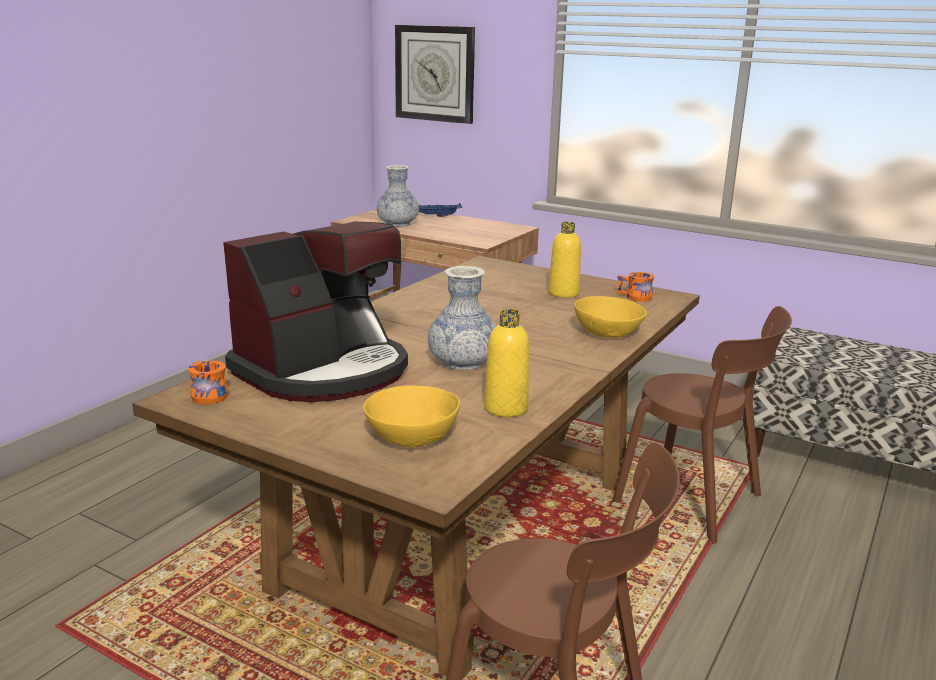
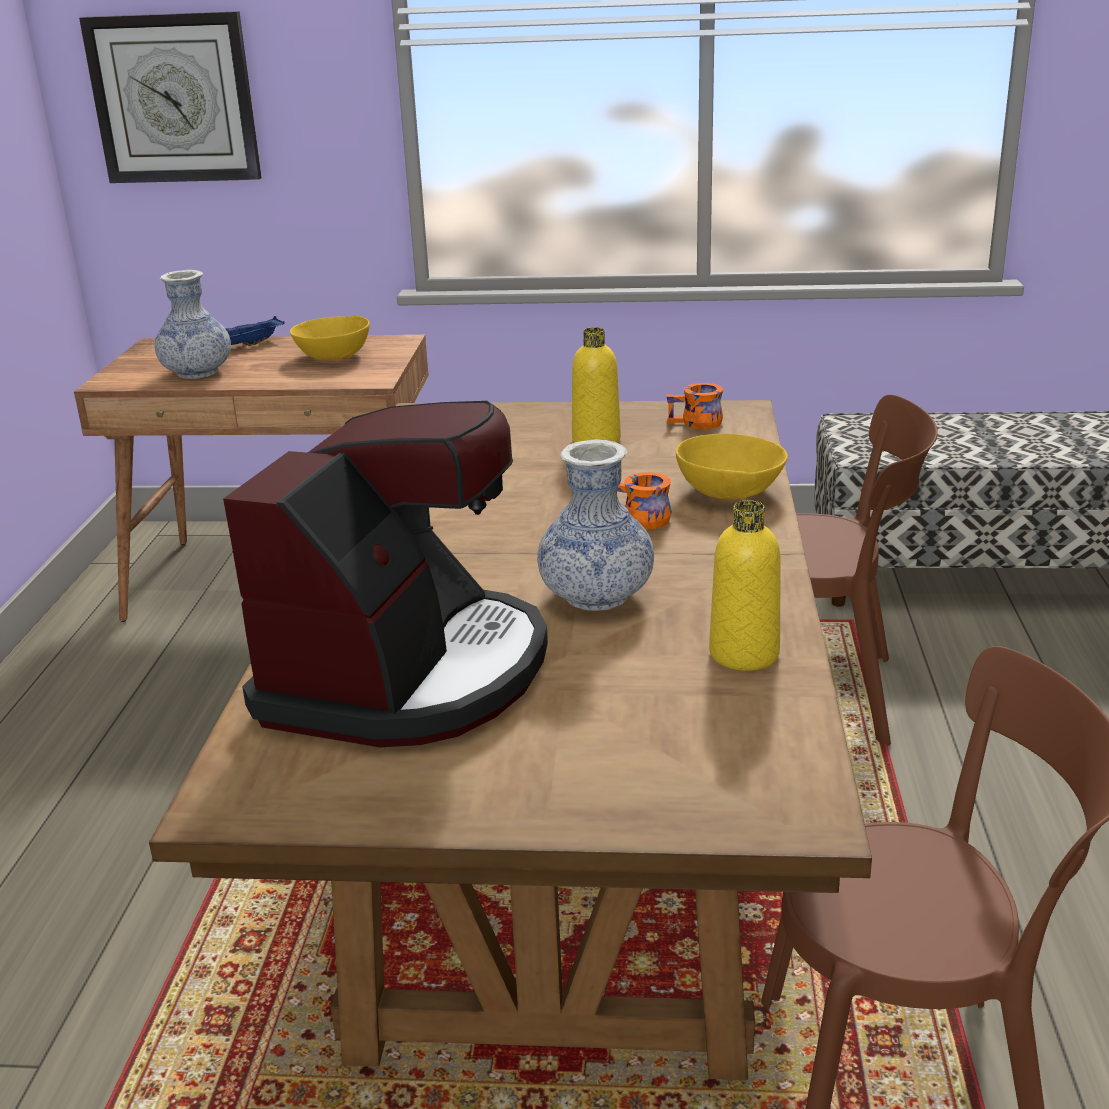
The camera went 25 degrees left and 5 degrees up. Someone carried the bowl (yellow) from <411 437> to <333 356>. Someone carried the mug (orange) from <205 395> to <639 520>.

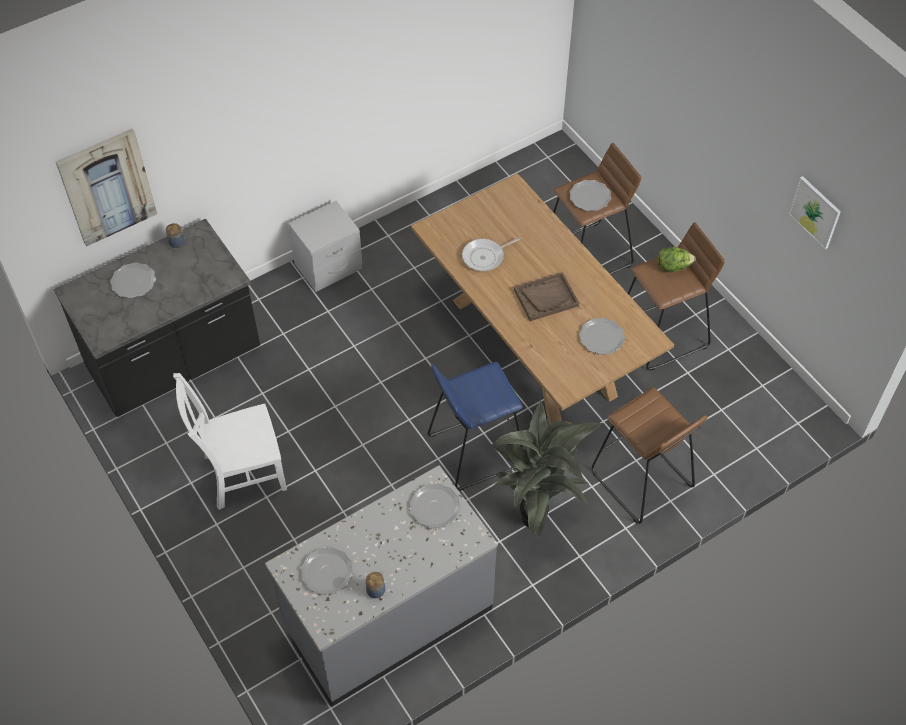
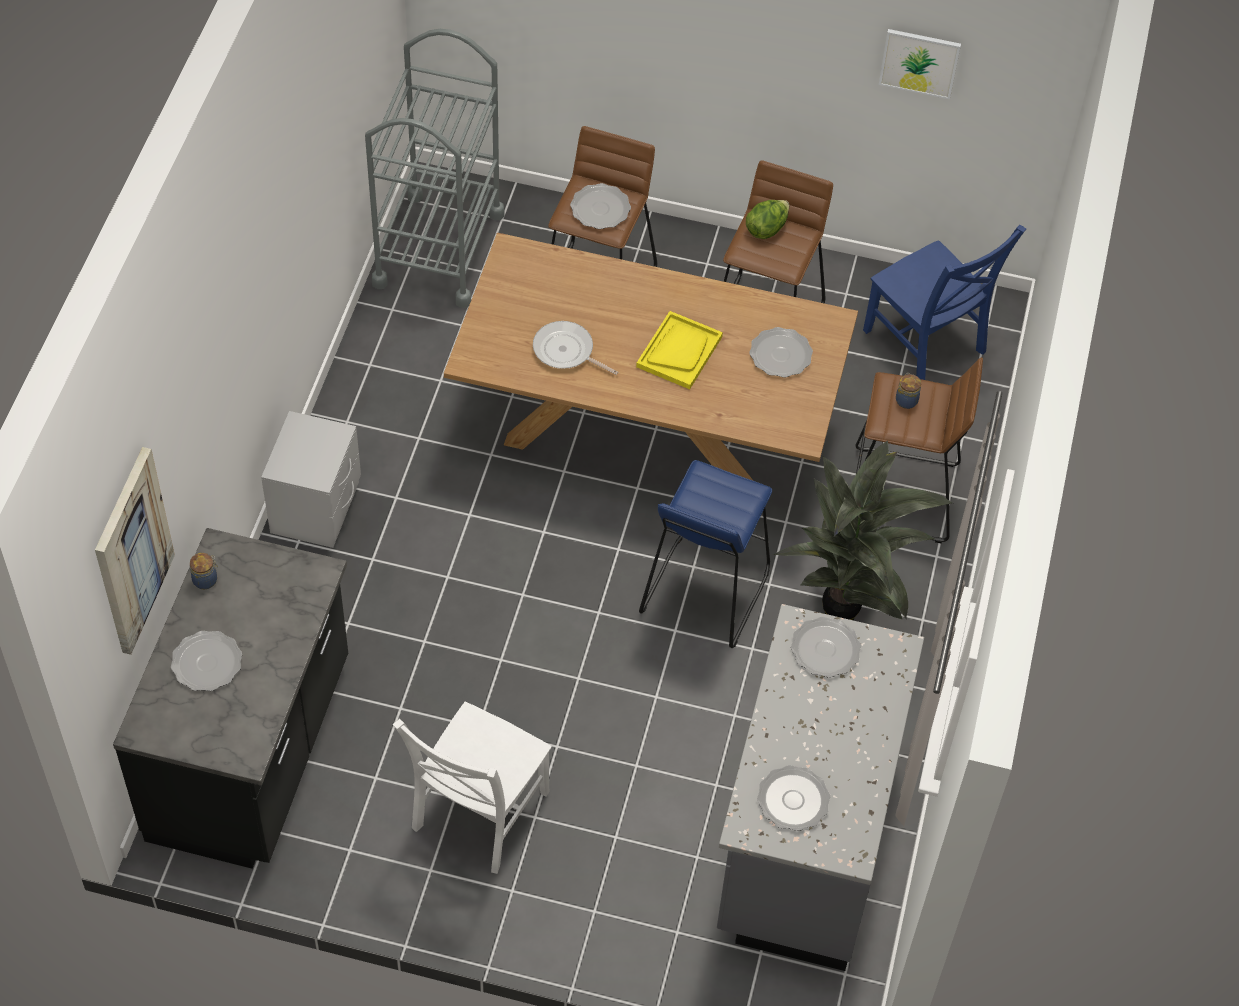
The camera went 45 degrees left and 0 degrees up. Someone put down the cart (grey) at <438 249>. Someone rotated the frying pan at <485 257> by 105 degrees clockwise. Someone repainted the tray (brown) at <546 297>, which became the tray (yellow) at <679 351>. Someone put down the chair (blue) at <926 345>. Someone carried the jar from <376 590> to <906 400>.

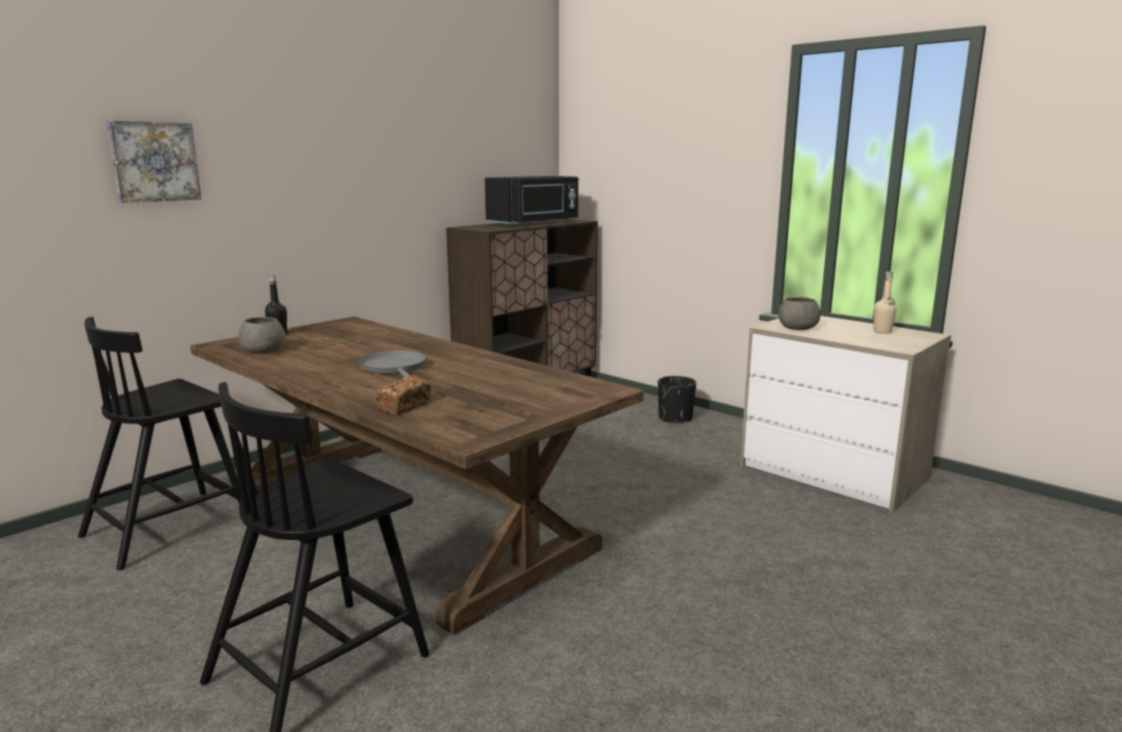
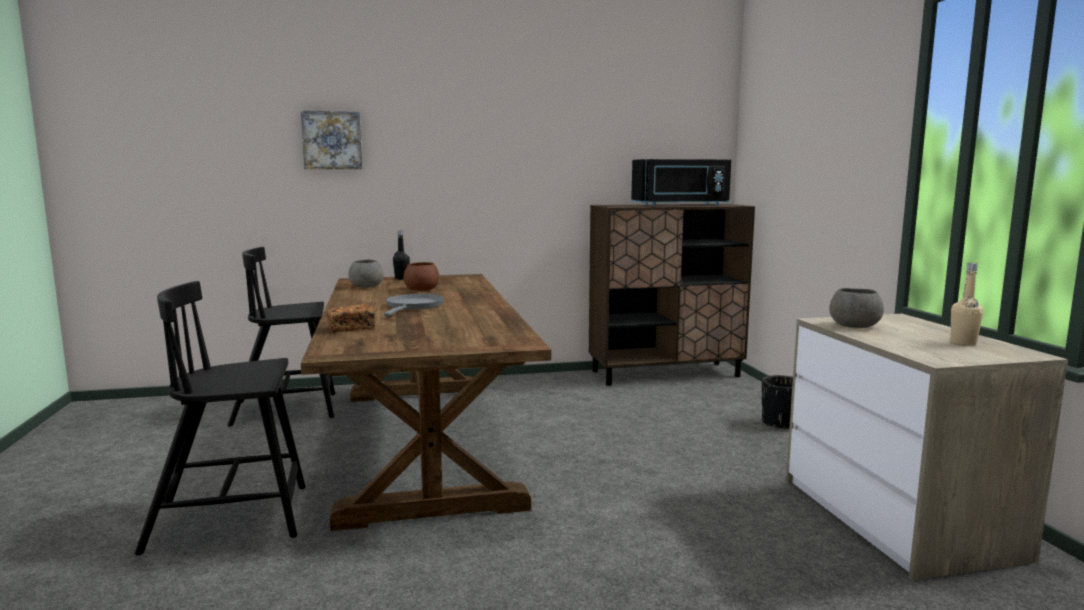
The camera went 35 degrees right and 5 degrees down. Someone put down the bowl (brown) at <422 289>.

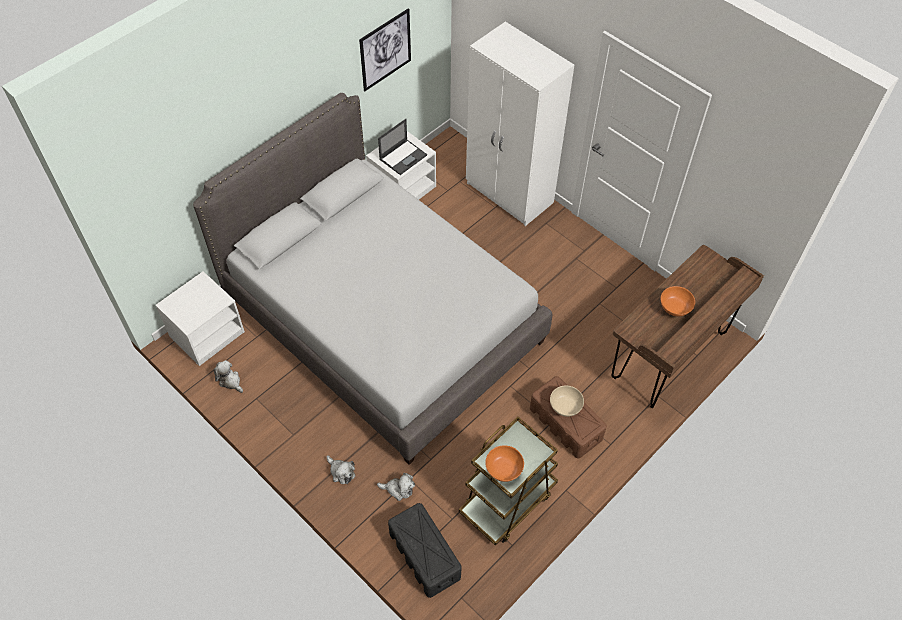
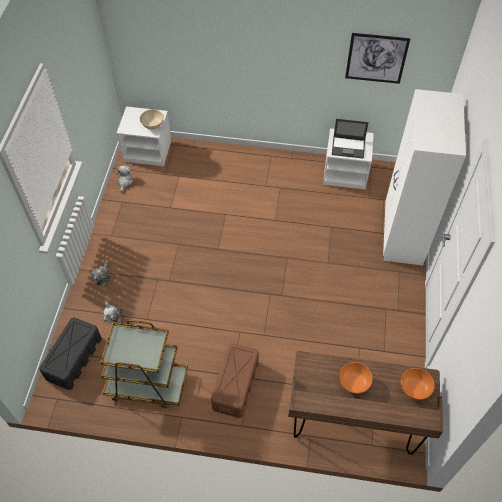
The camera went 55 degrees right and 0 degrees up. Someone carried the bowl (beige) from <565 407> to <152 125>. Someone carried the bowl (orange) from <504 470> to <414 389>. Someone took away the bed (grey) at <383 319>.

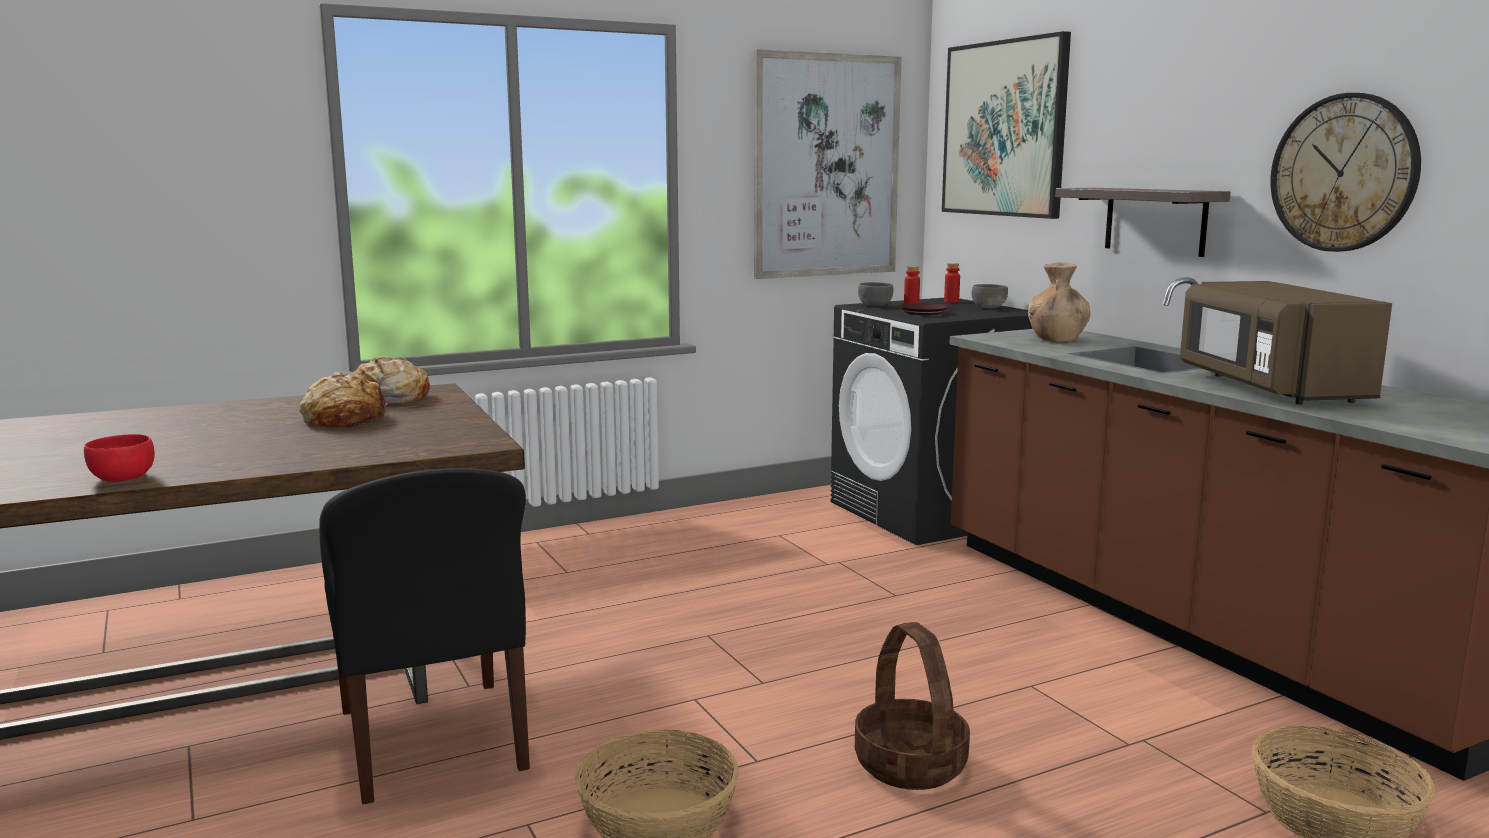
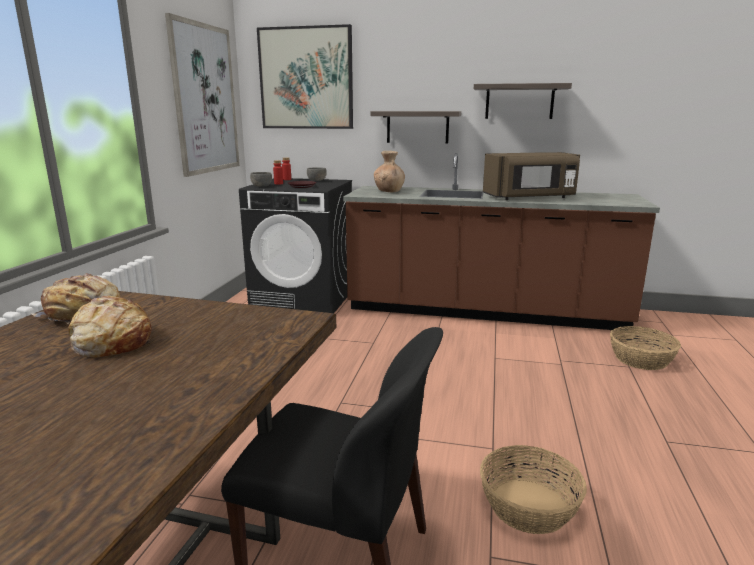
The camera went 50 degrees left and 5 degrees up. Someone swapped the wall clock at <1344 173> for the shelf at <519 101>. Someone rotated the microwave (brown) at <1269 387> by 45 degrees counterclockwise. Someone took away the bowl (red) at <123 478>. Someone took away the basket at <911 765>.

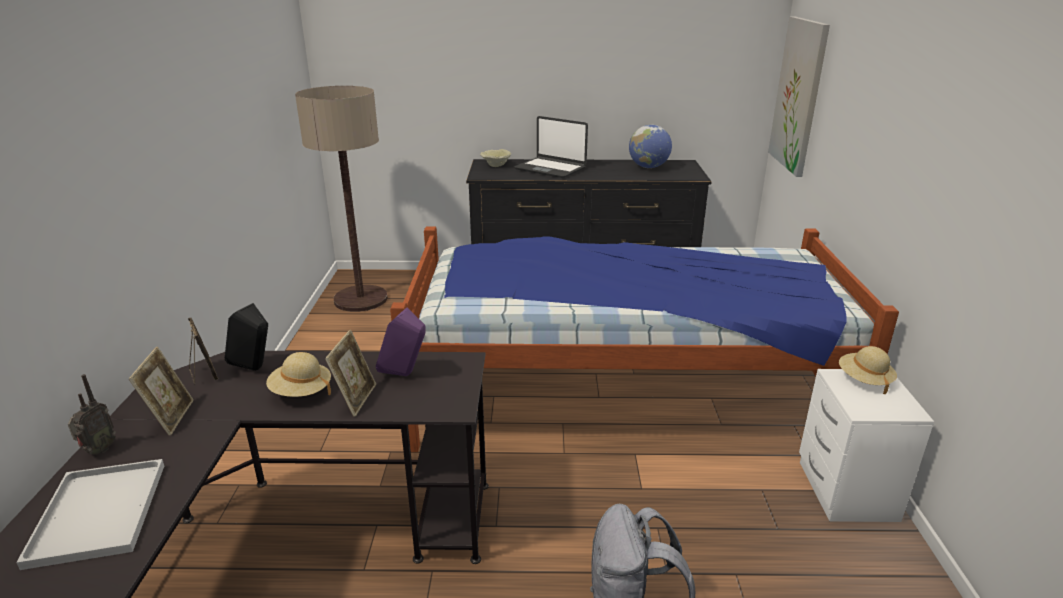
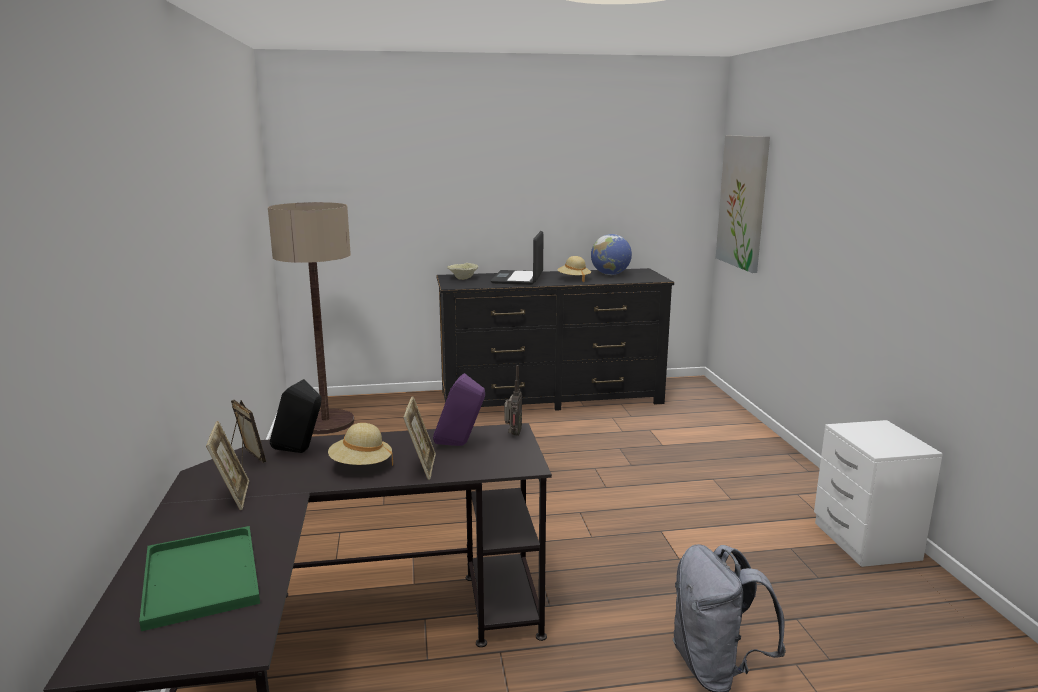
The camera went 10 degrees left and 10 degrees down. Someone repainted the tray (white) at <98 511>, which became the tray (green) at <199 576>. Someone rotated the laptop at <550 168> by 75 degrees clockwise. Someone carried the radio from <98 450> to <513 434>. Someone carried the hat (beige) from <864 380> to <573 279>. Someone took away the bed at <620 393>.

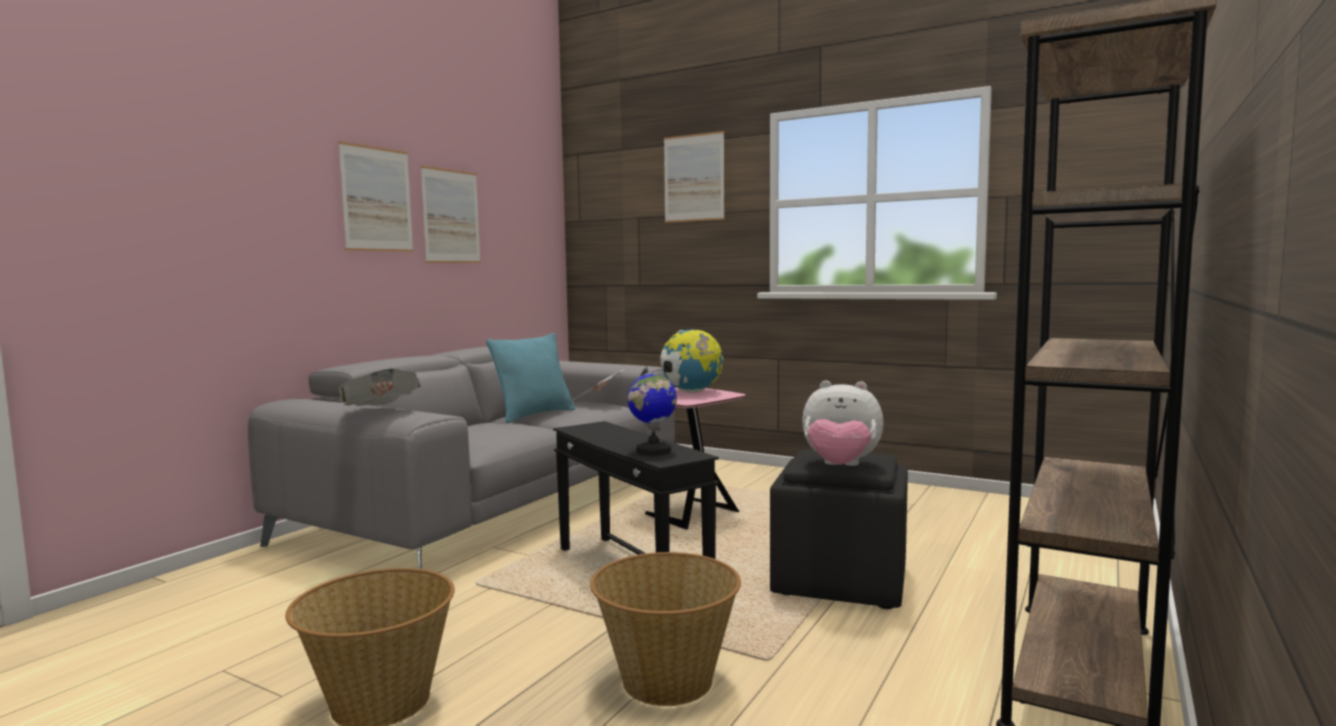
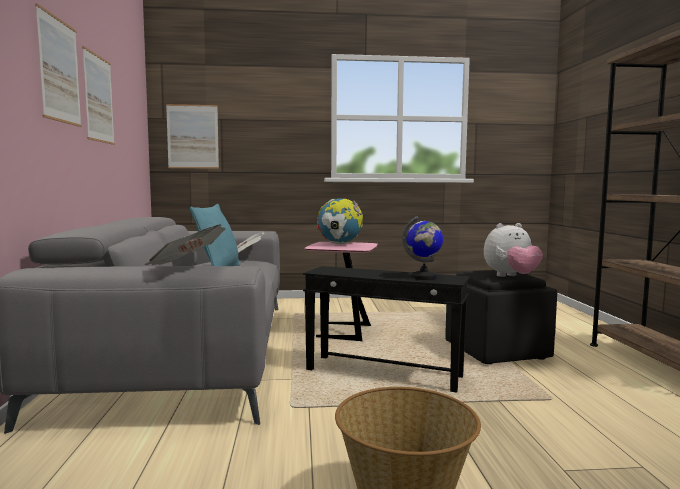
The camera went 35 degrees left and 0 degrees up. Someone carried the picture from <694 178> to <193 136>. Someone took away the basket at <667 680>.

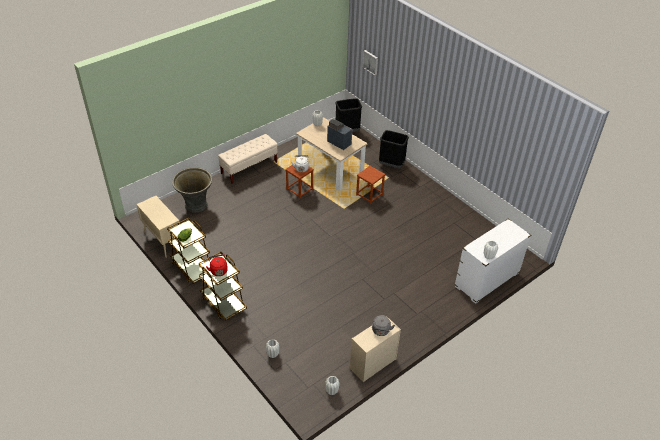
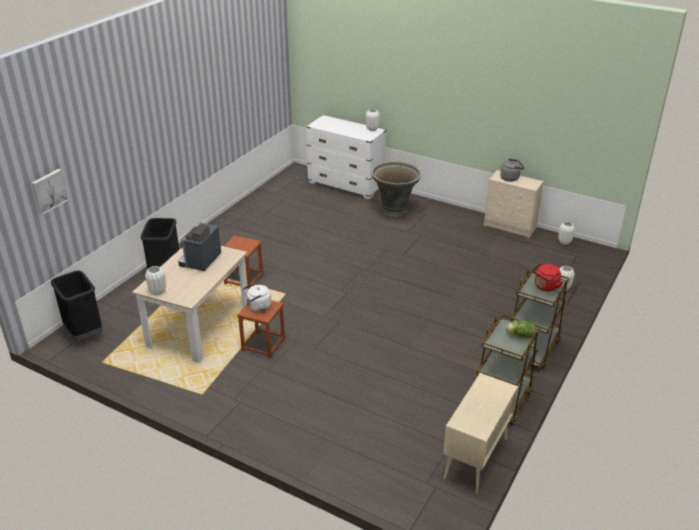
The camera went 110 degrees left and 10 degrees down. Someone carried the planter (grey) from <196 206> to <394 211>. Someone took away the bench (beige) at <249 168>.

